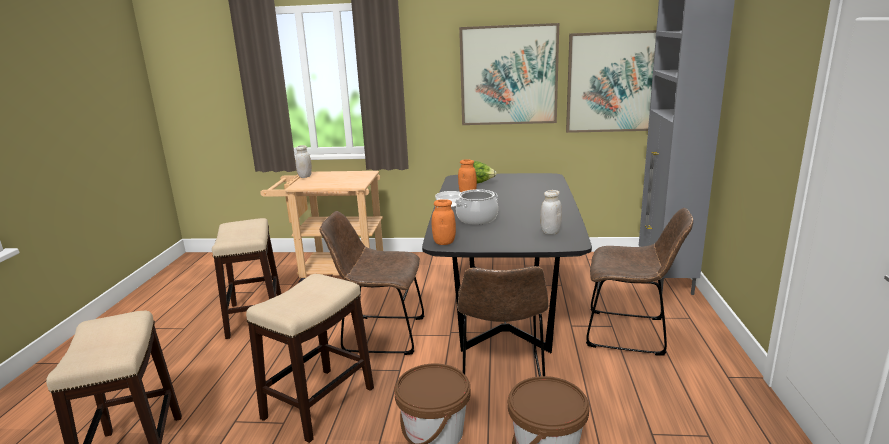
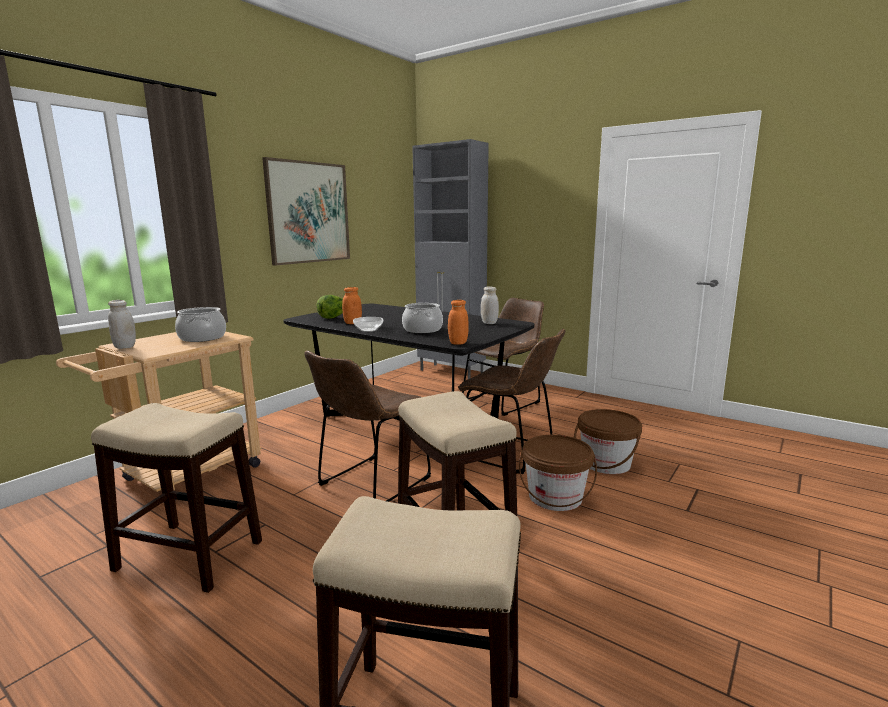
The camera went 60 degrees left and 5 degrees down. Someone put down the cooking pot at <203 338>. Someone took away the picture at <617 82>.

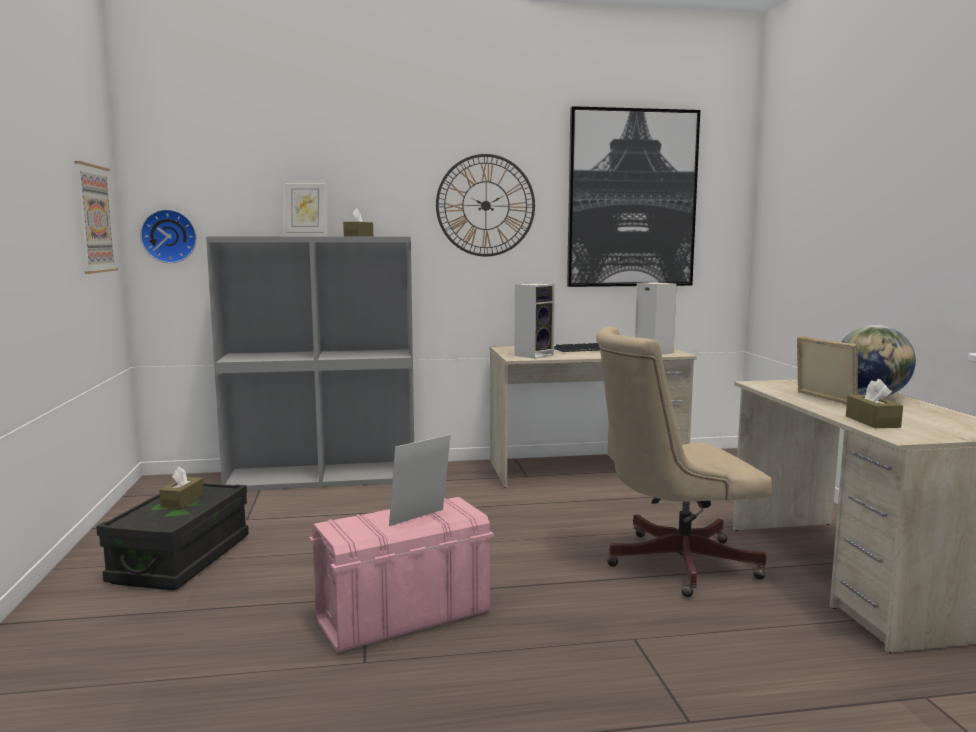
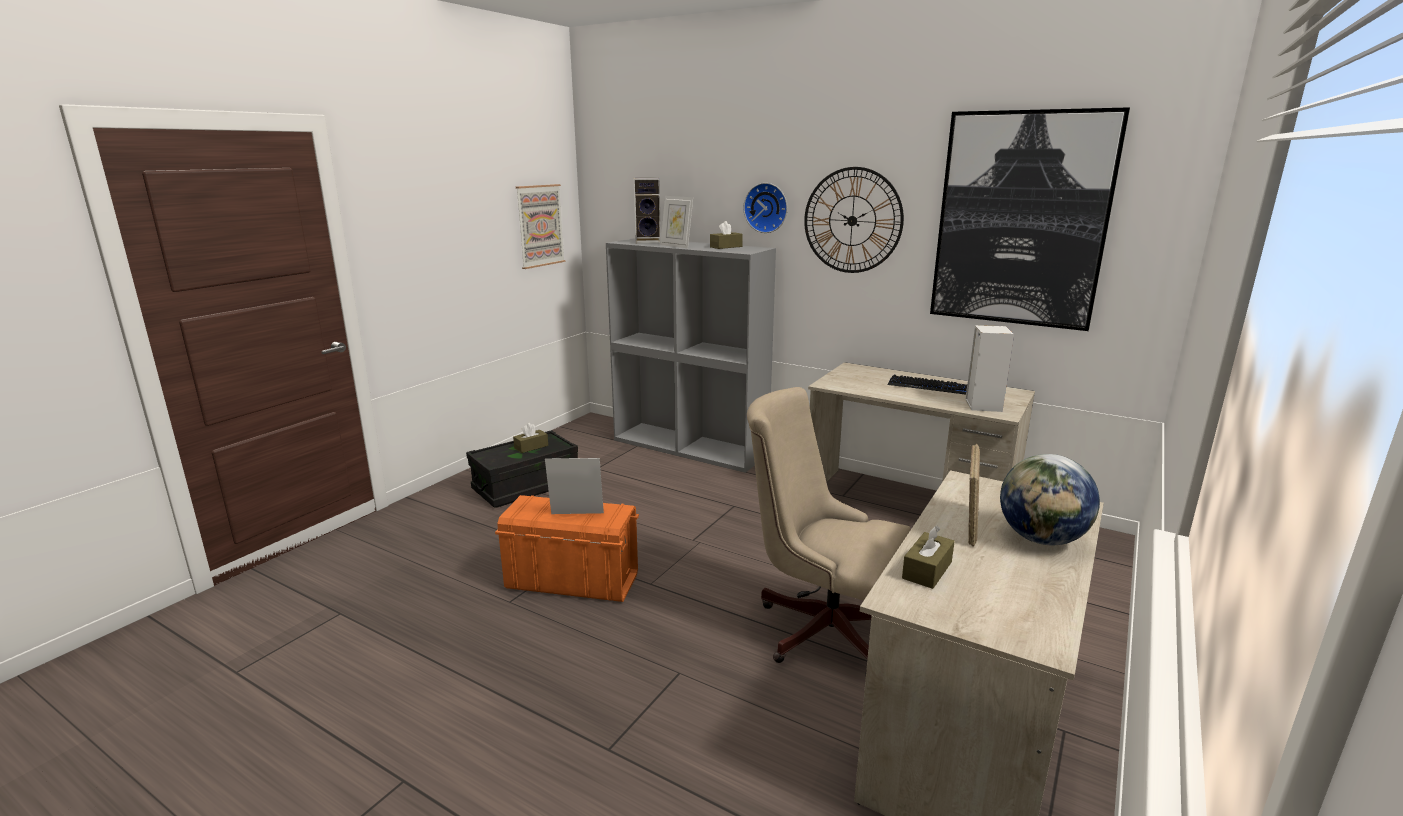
The camera went 40 degrees right and 10 degrees up. Someone repainted the storage box (pink) at <402 616>, which became the storage box (orange) at <572 581>. Someone carried the speaker from <534 355> to <649 241>. Someone carried the wall clock from <169 236> to <767 207>.

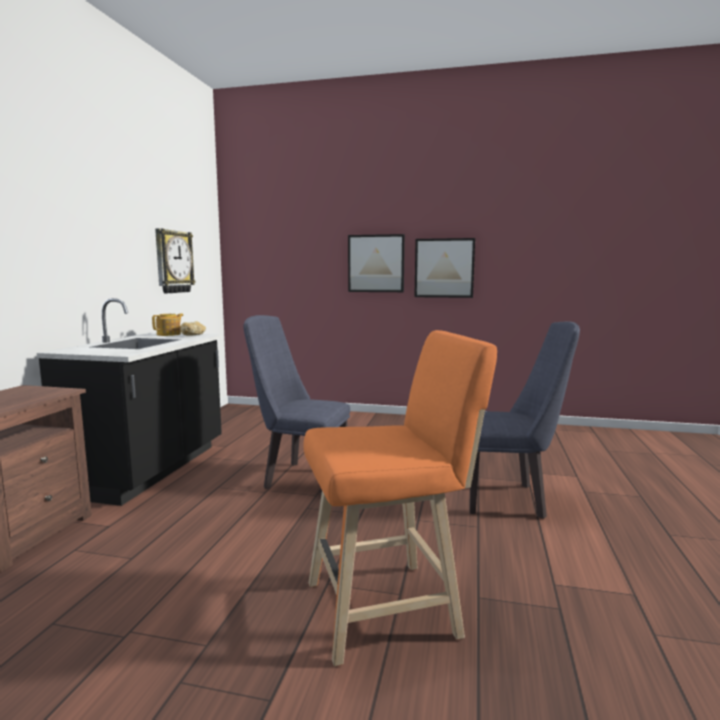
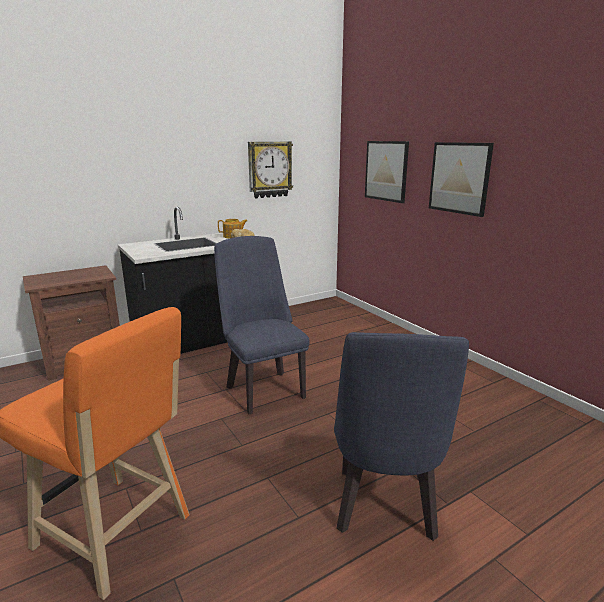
The camera went 45 degrees right and 10 degrees up. Someone rotated the chair (blue) at <510 499> by 45 degrees clockwise. Someone carried the picture from <444 268> to <386 171>.

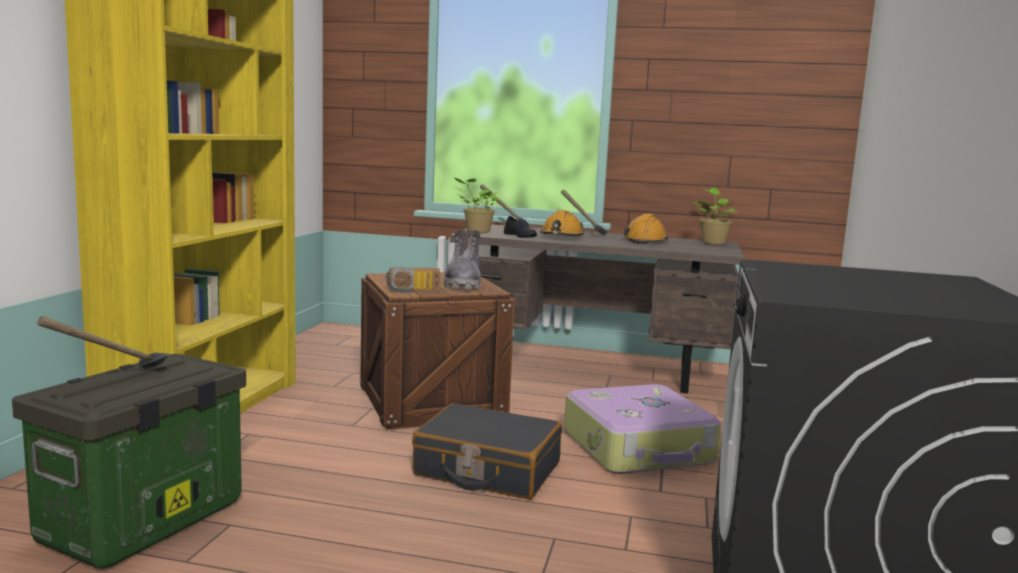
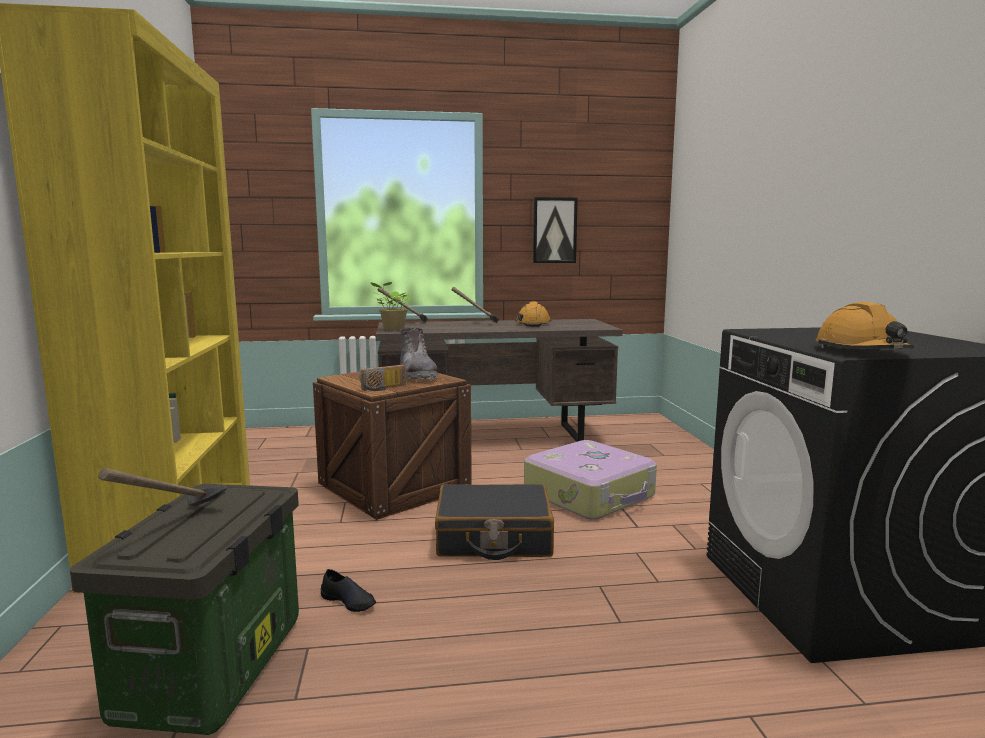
The camera went 20 degrees left and 0 degrees up. Someone carried the shoe (black) from <520 236> to <349 601>. Someone put up the picture at <554 230>. Someone carried the hard hat (orange) from <561 237> to <862 351>. Someone took away the potted plant at <712 242>.

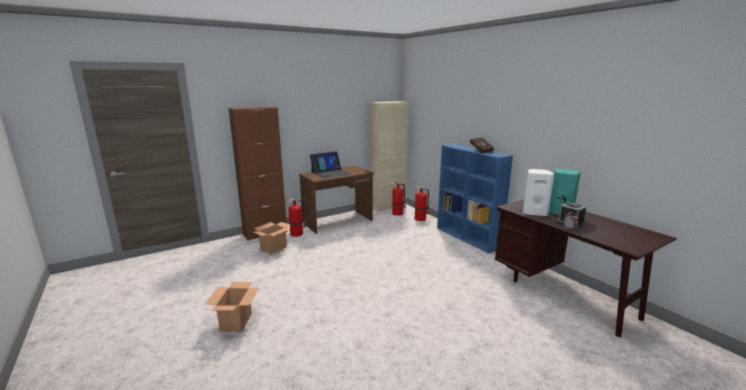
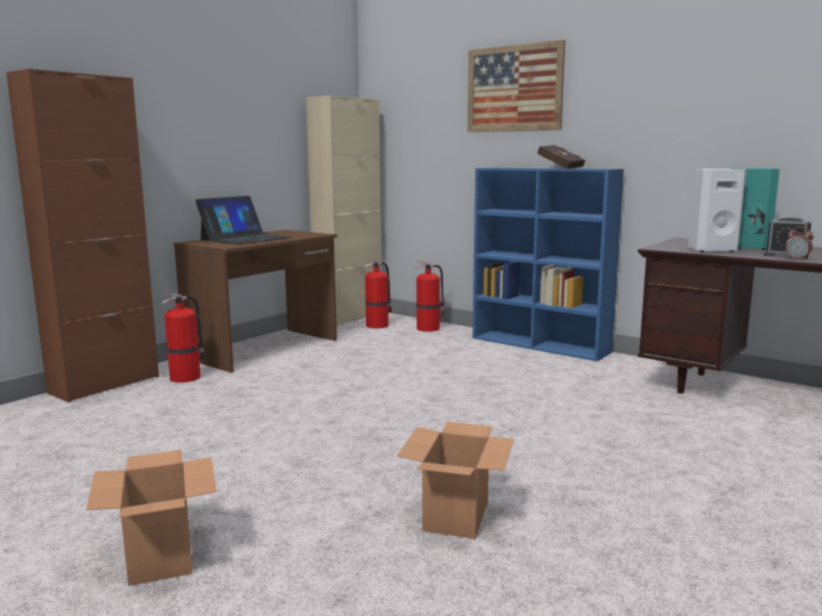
The camera went 20 degrees left and 5 degrees down. Someone carried the cardboard box from <274 248> to <456 515>. Someone put up the picture at <514 88>.

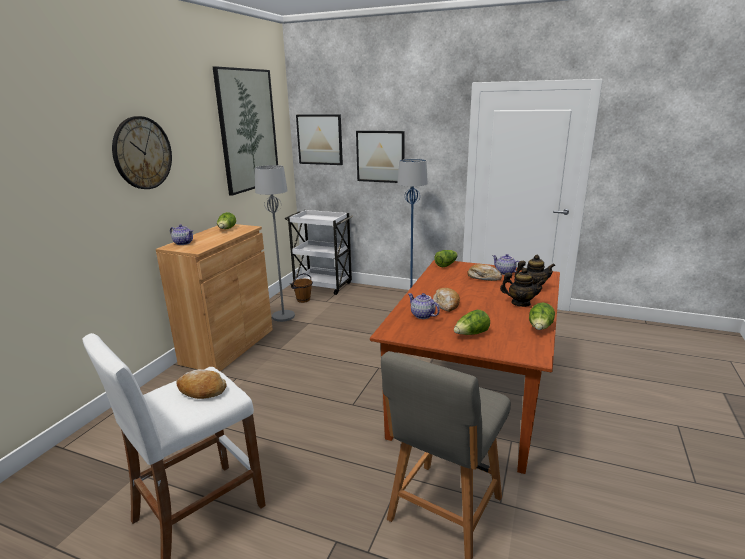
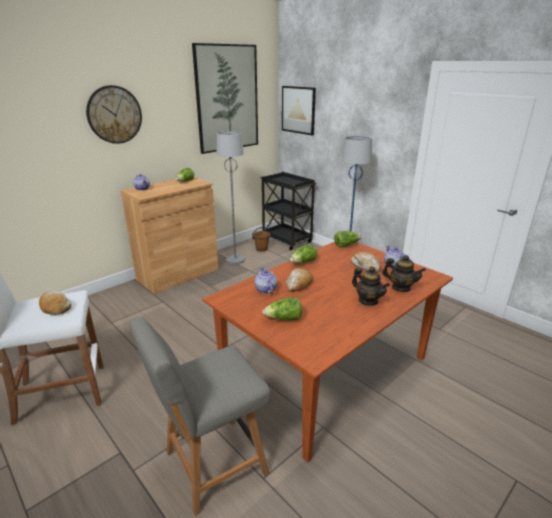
The camera went 25 degrees right and 5 degrees up. Someone repainted the cart (white) at <323 286>, which became the cart (black) at <287 240>. Someone carried the lettuce from <540 328> to <303 262>. Someone took away the picture at <380 156>.

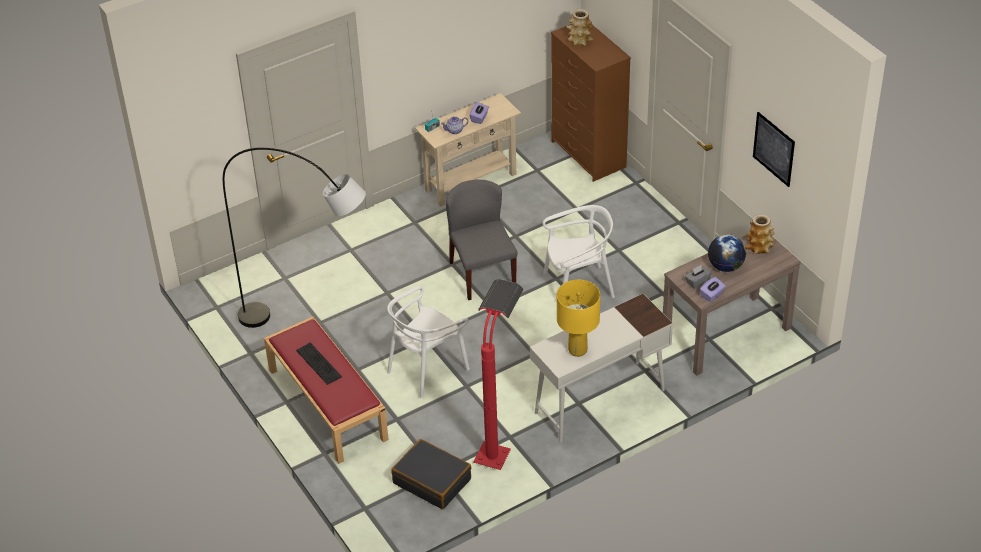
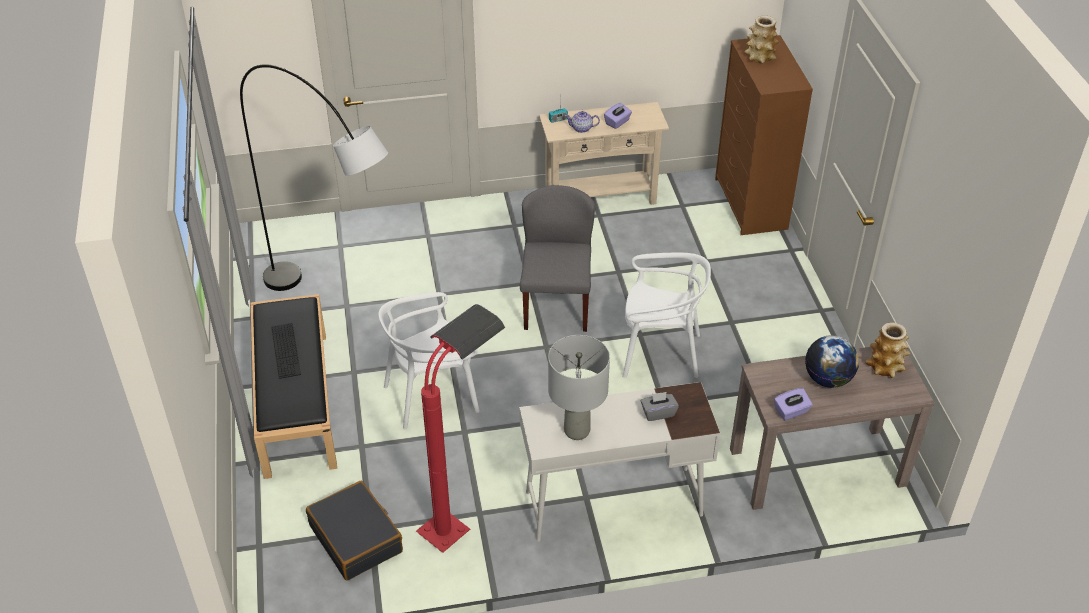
The camera went 20 degrees right and 0 degrees up. Someone repainted the bench (red) at <326 404>, which became the bench (black) at <295 402>. Someone repainted the table lamp (yellow) at <578 350>, which became the table lamp (grey) at <577 431>. Someone carried the tissue box (grey) from <697 281> to <658 413>. Someone took away the picture at <774 149>.

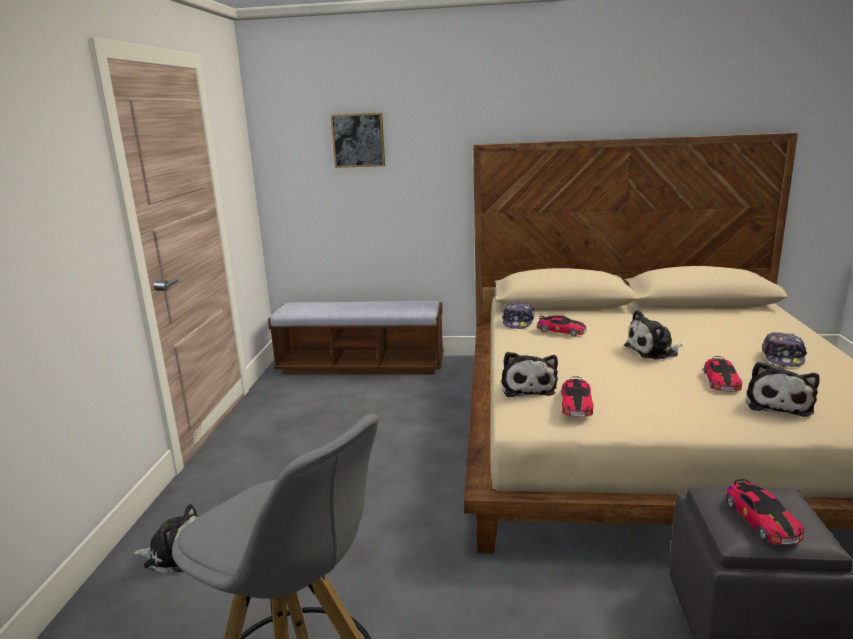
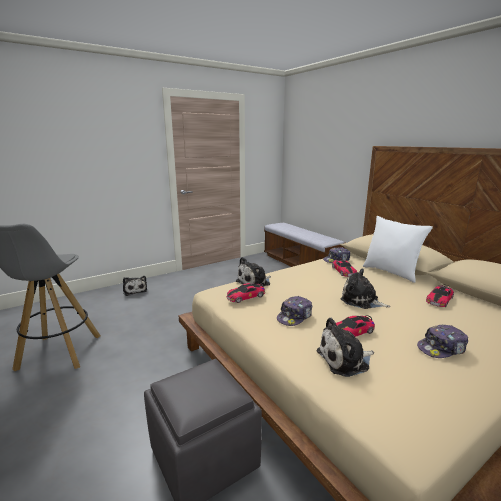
The camera went 50 degrees right and 0 degrees up. Someone put down the cap at <295 316>. Someone put down the pillow (white) at <391 272>. Someone carried the toy car from <761 520> to <439 300>. Someone took away the picture at <358 140>.

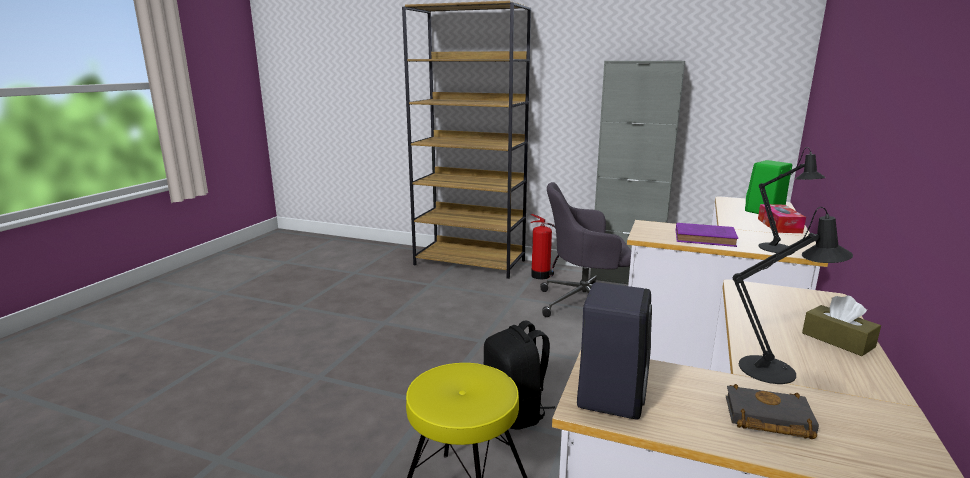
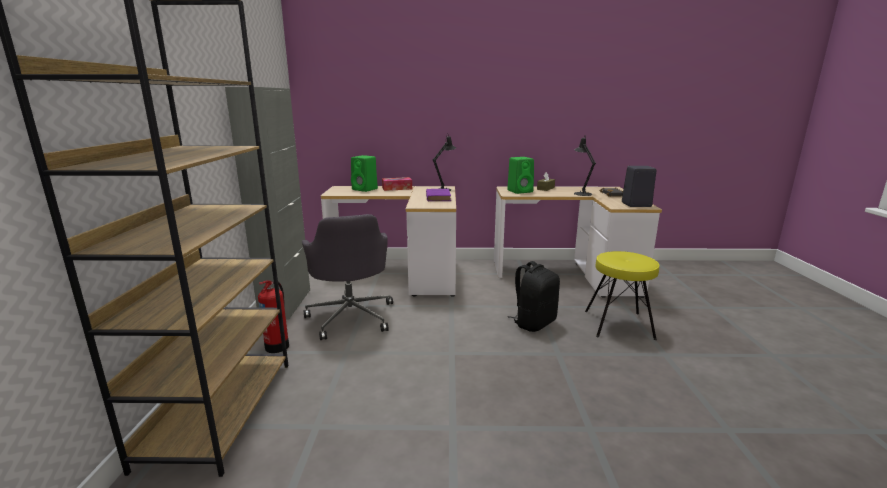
The camera went 110 degrees left and 0 degrees up. Someone put down the speaker (green) at <520 191>.

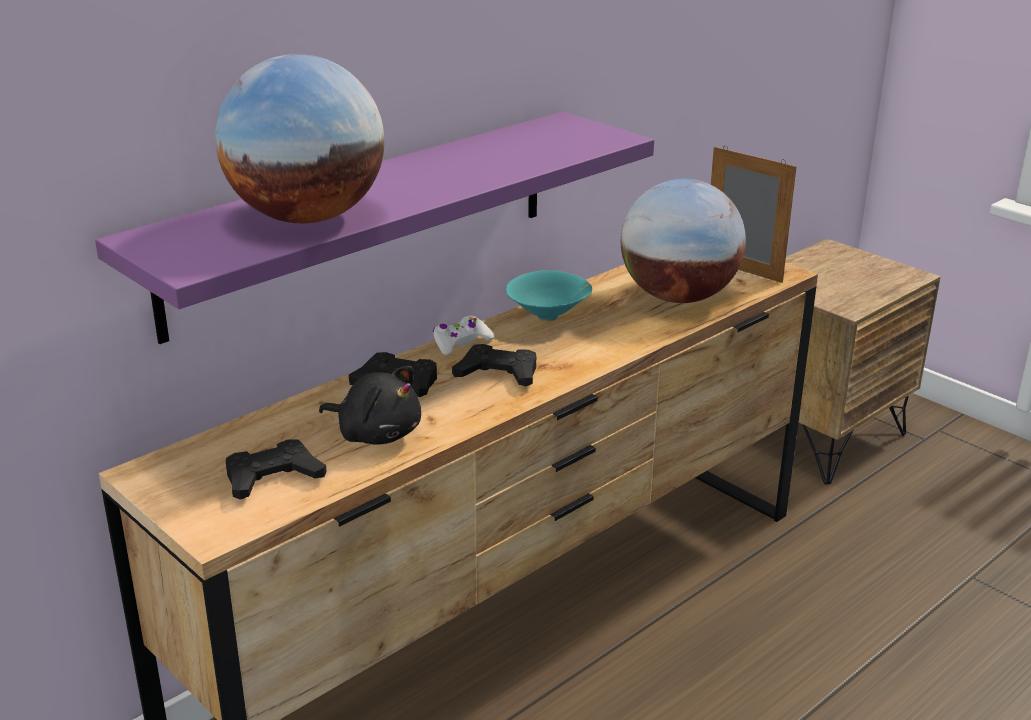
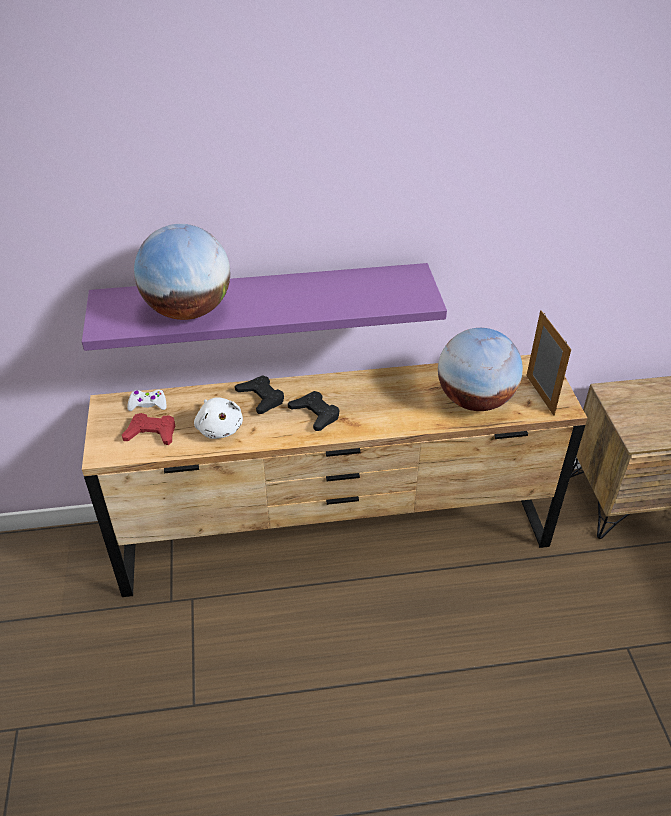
The camera went 35 degrees right and 15 degrees up. Someone repainted the game controller (black) at <272 477>, which became the game controller (red) at <151 433>. Someone carried the game controller (white) from <461 342> to <148 404>. Someone repainted the plush toy (black) at <376 434>, which became the plush toy (white) at <219 427>. Someone took away the bowl (turquoise) at <550 317>.

